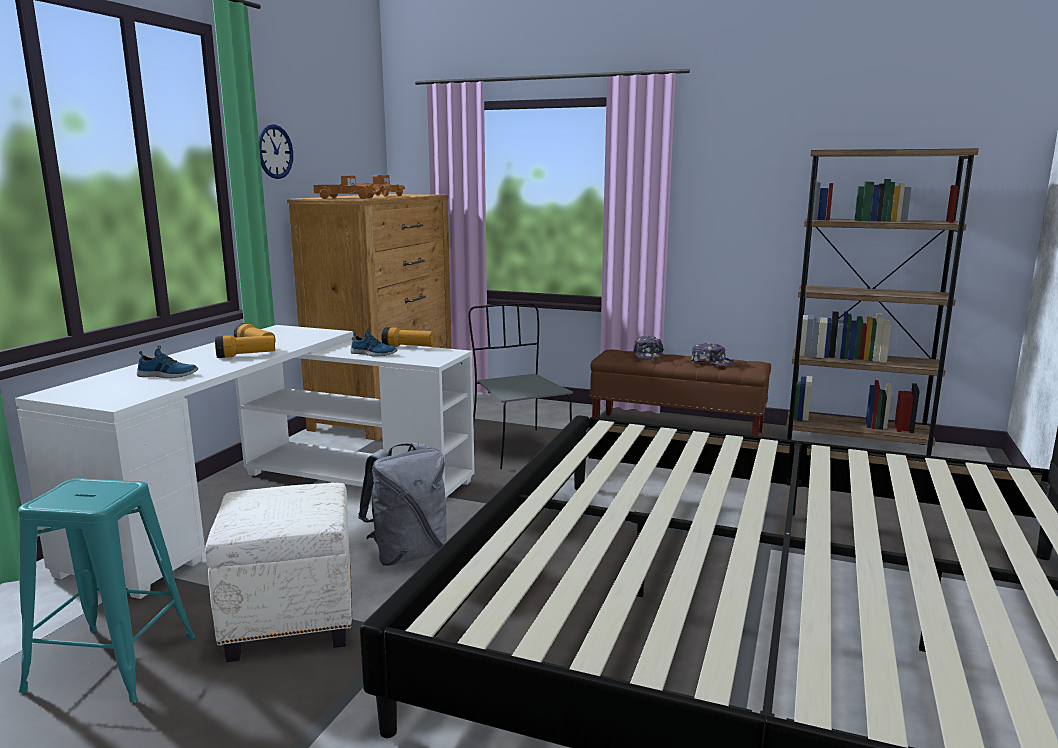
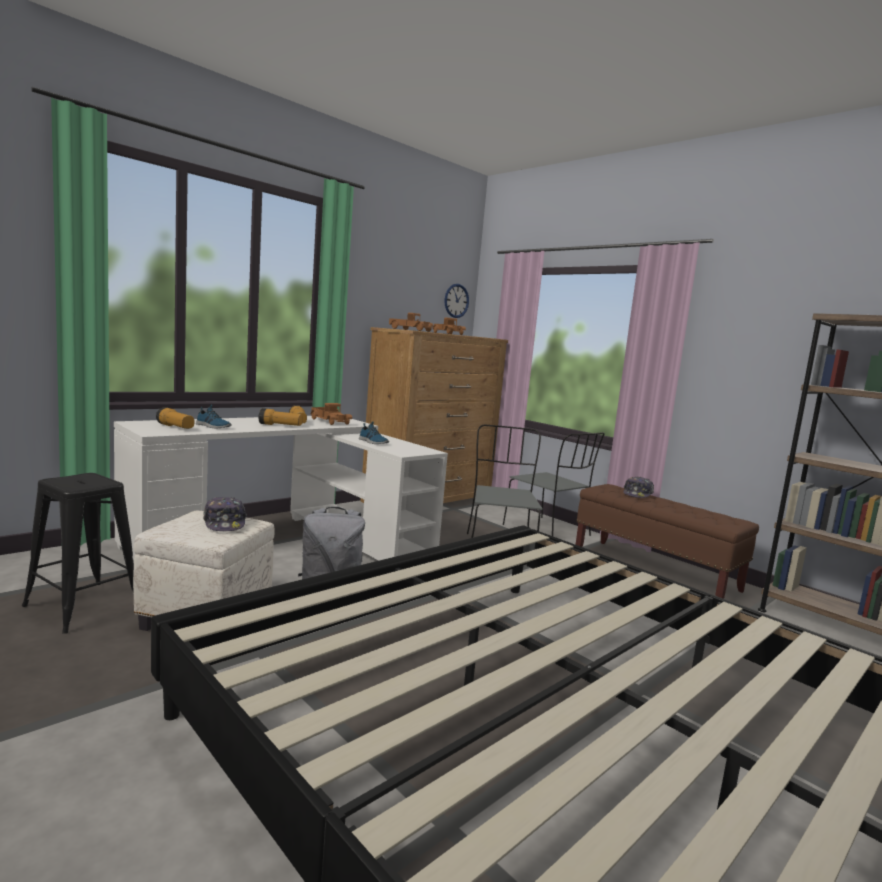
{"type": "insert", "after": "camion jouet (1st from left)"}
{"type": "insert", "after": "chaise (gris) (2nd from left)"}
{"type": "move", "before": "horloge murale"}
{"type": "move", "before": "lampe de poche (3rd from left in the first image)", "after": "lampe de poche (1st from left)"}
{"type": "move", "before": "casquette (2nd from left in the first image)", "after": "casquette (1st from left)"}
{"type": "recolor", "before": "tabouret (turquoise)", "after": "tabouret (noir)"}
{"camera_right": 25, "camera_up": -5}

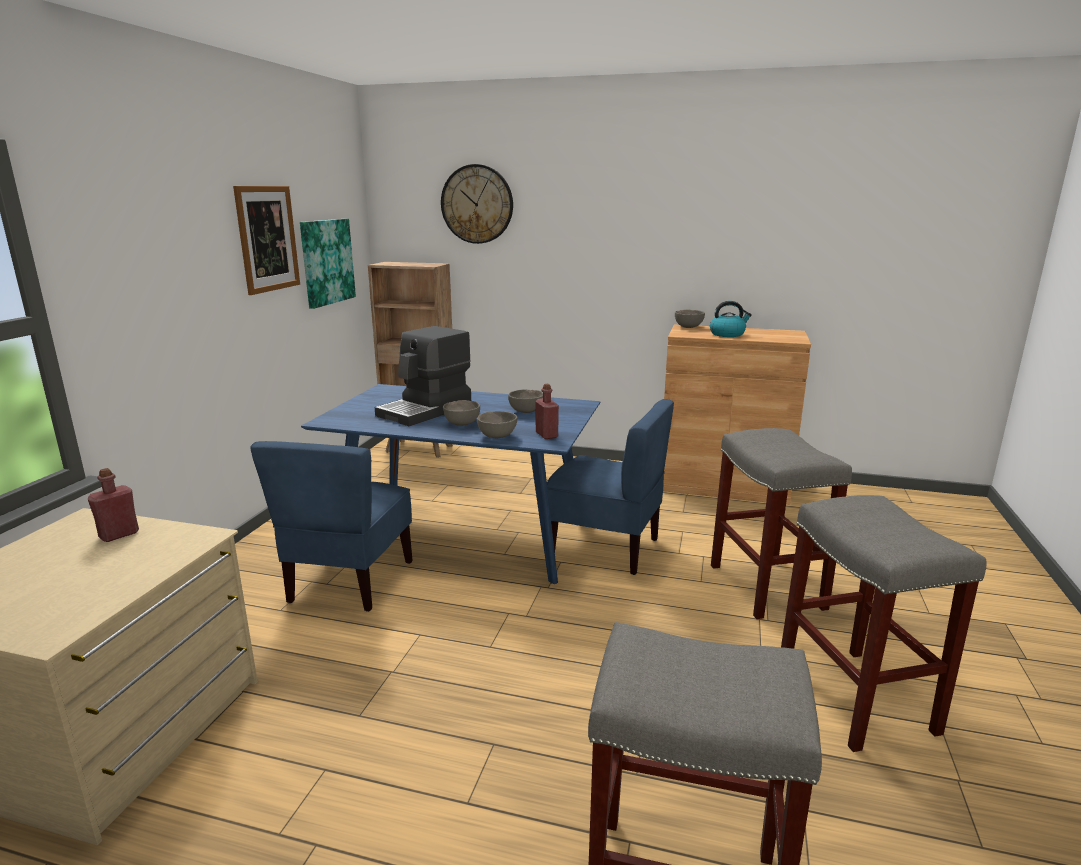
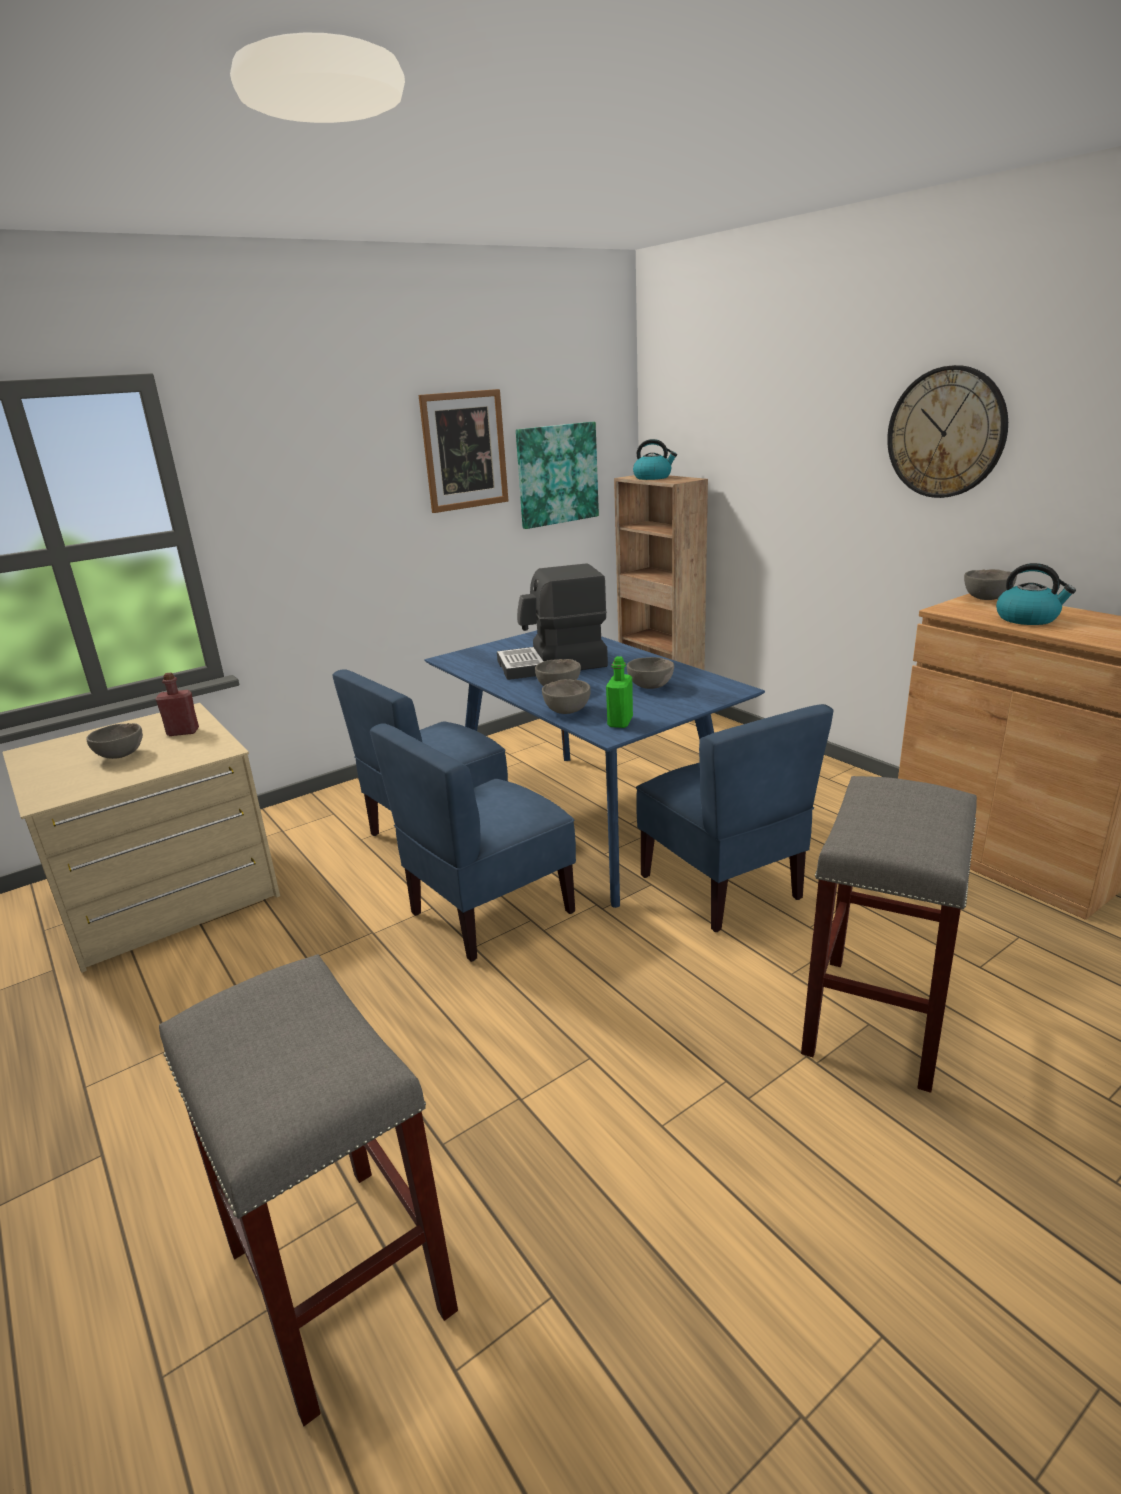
{"type": "delete", "before": "tabouret (gris) (3rd from left)"}
{"type": "insert", "after": "bol (gris) (1st from left)"}
{"type": "insert", "after": "chaise (bleu) (2nd from left)"}
{"type": "insert", "after": "bouilloire (1st from left)"}
{"type": "move", "before": "horloge murale"}
{"type": "recolor", "before": "bouteille (rouge) (2nd from left)", "after": "bouteille (vert)"}
{"camera_right": 40, "camera_up": 5}

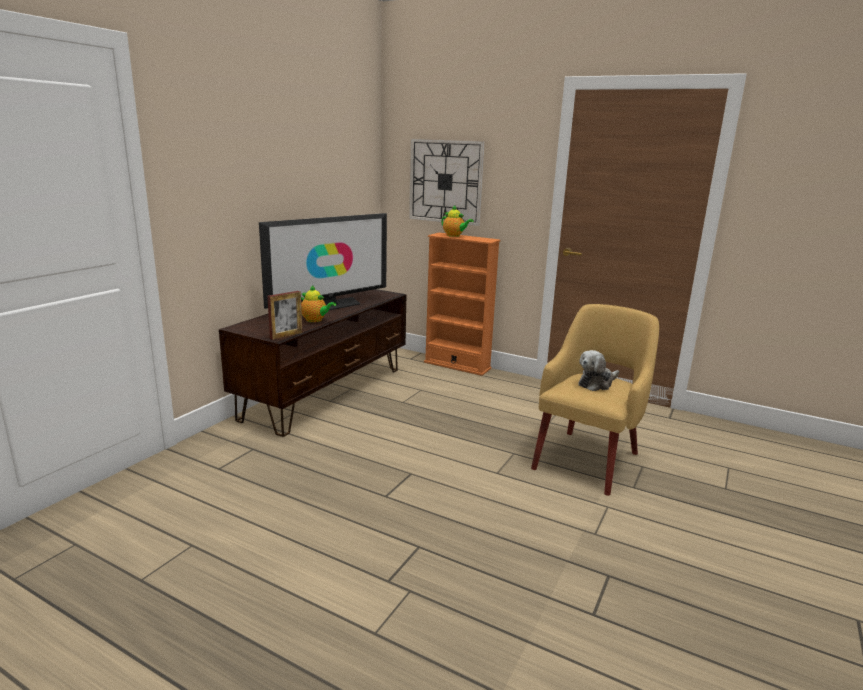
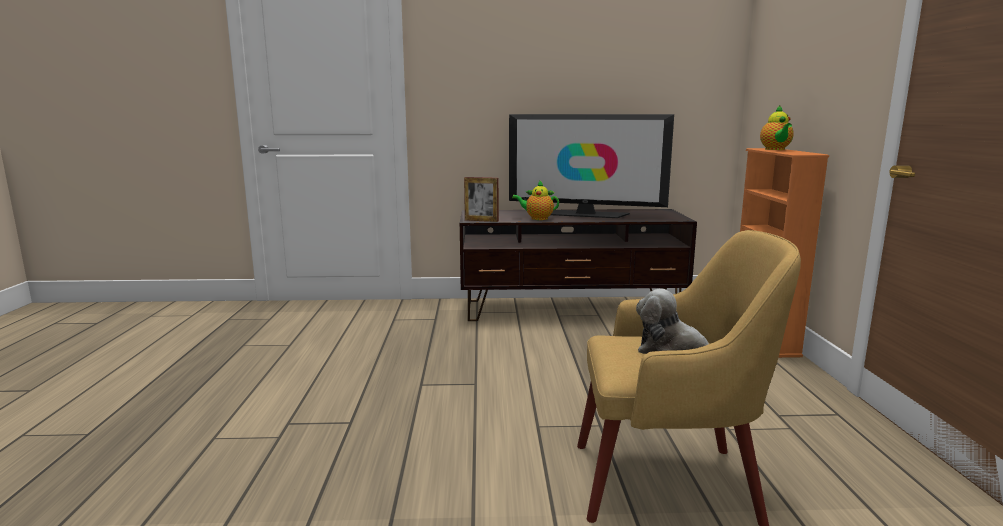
{"type": "delete", "before": "horloge murale"}
{"type": "rotate", "before": "théière (1st from left)", "turn": 105}
{"camera_right": 60, "camera_up": -5}

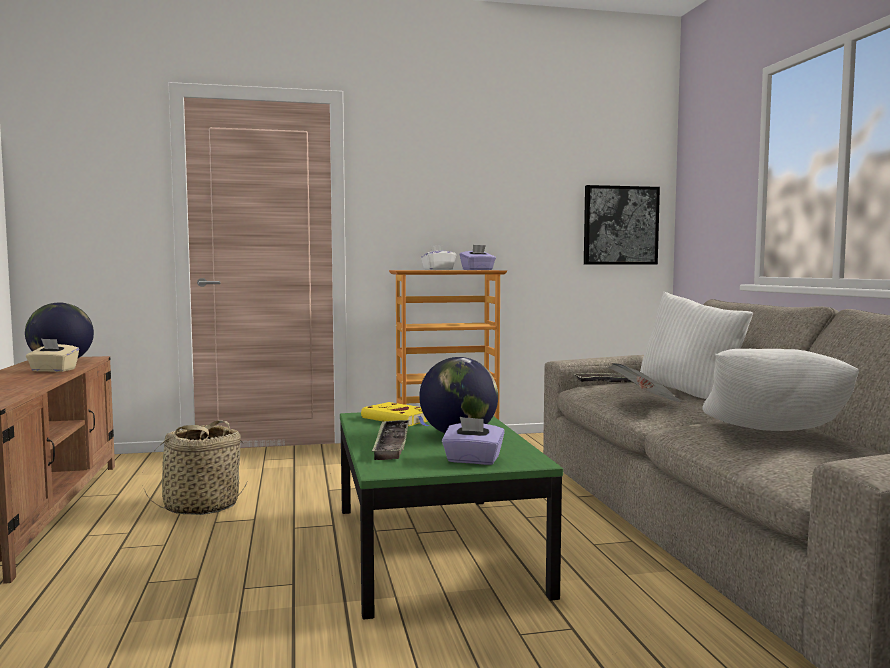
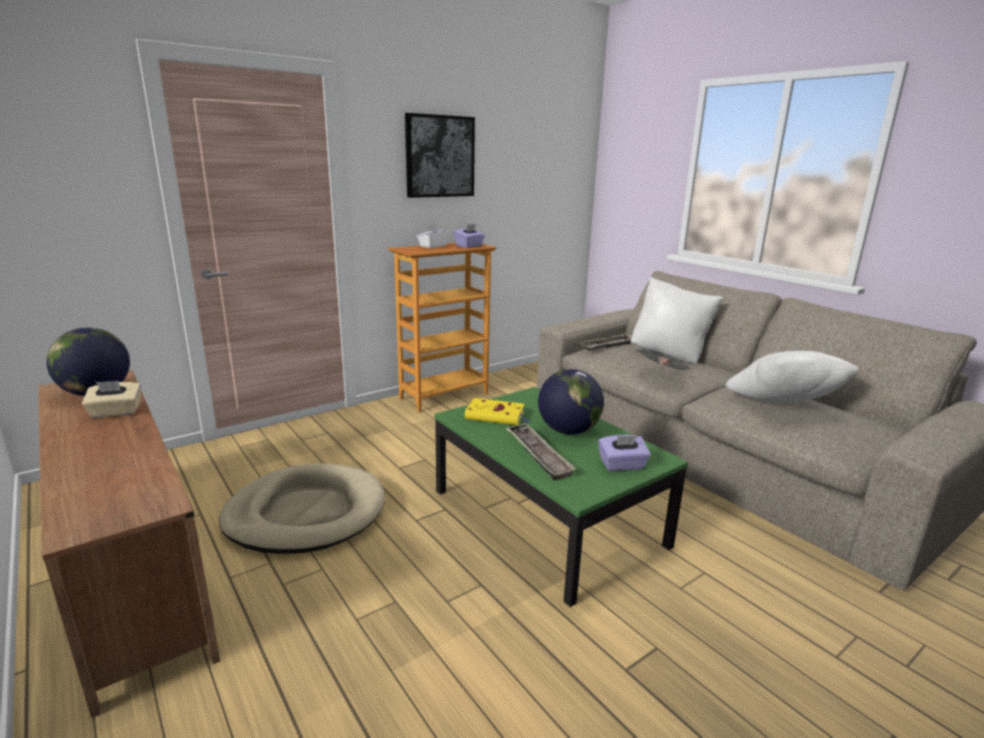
{"type": "move", "before": "tableau"}
{"type": "replace", "before": "panier", "after": "panier pour chien (beige)"}
{"camera_right": -25, "camera_up": 15}

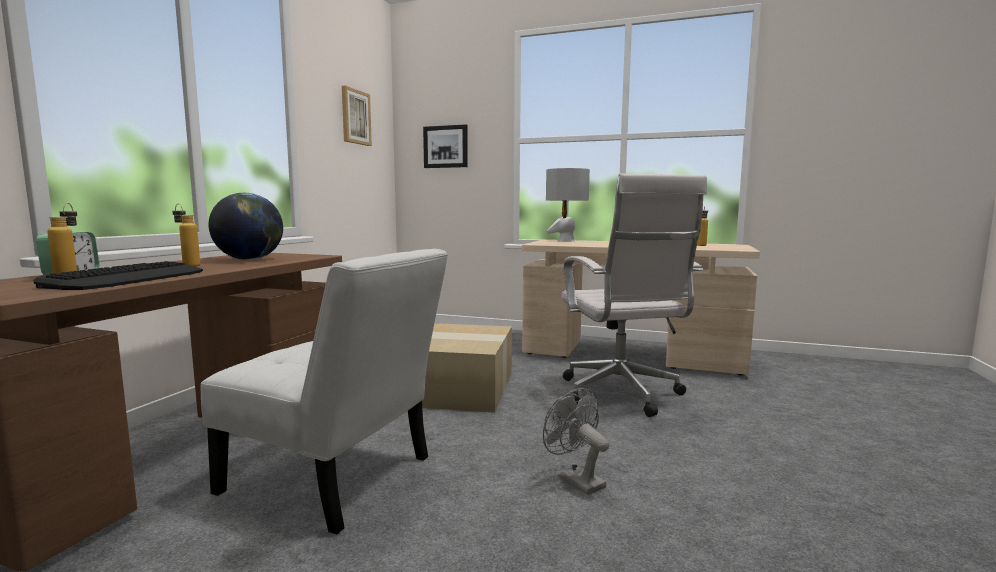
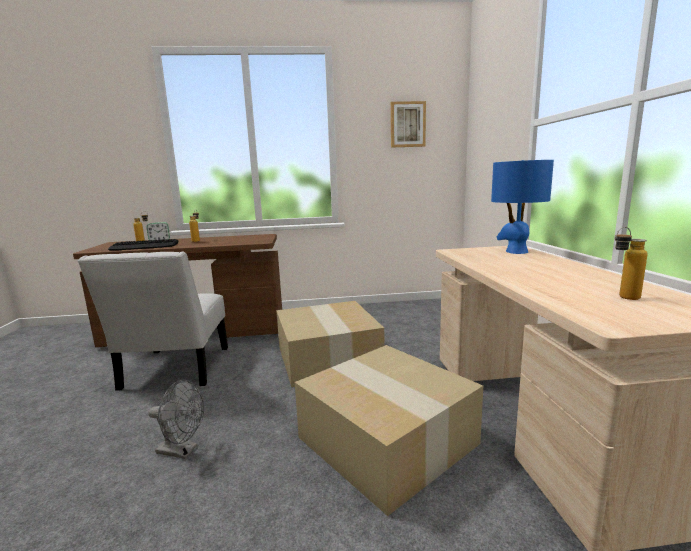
{"type": "delete", "before": "globe"}
{"type": "delete", "before": "tableau (2nd from left)"}
{"type": "replace", "before": "chaise de bureau (blanc)", "after": "carton (2nd from left)"}
{"type": "recolor", "before": "lampe de table (gris)", "after": "lampe de table (bleu)"}
{"type": "rotate", "before": "ventilateur (gris)", "turn": 75}
{"camera_right": 65, "camera_up": 5}

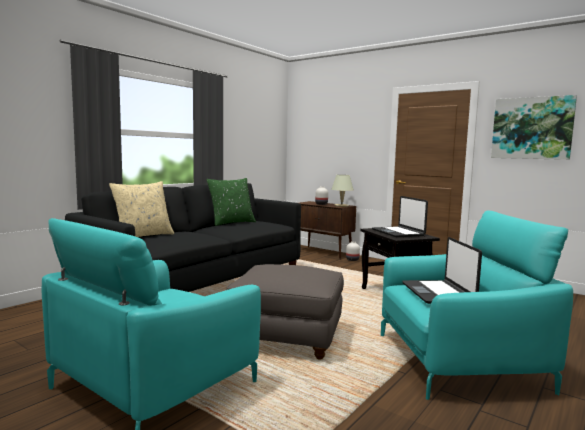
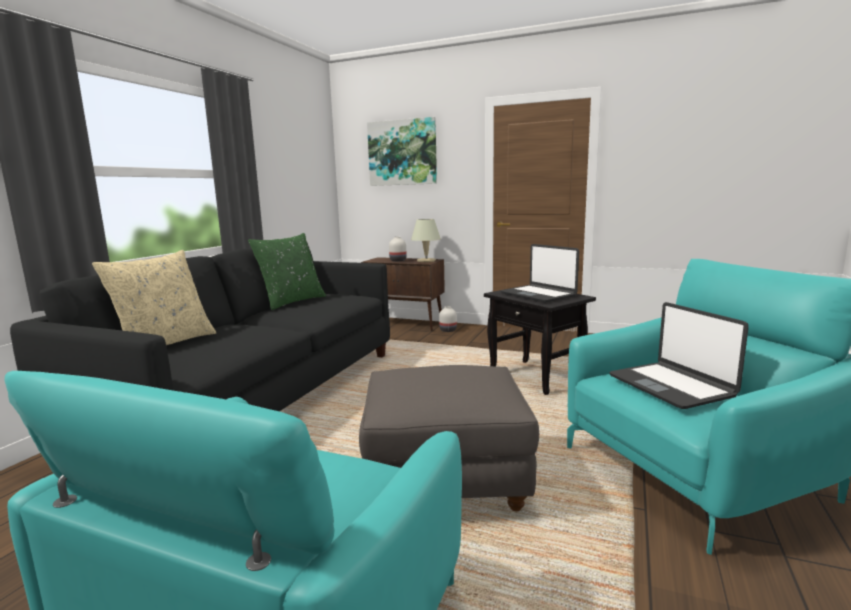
{"type": "move", "before": "tableau"}
{"camera_right": -15, "camera_up": 5}

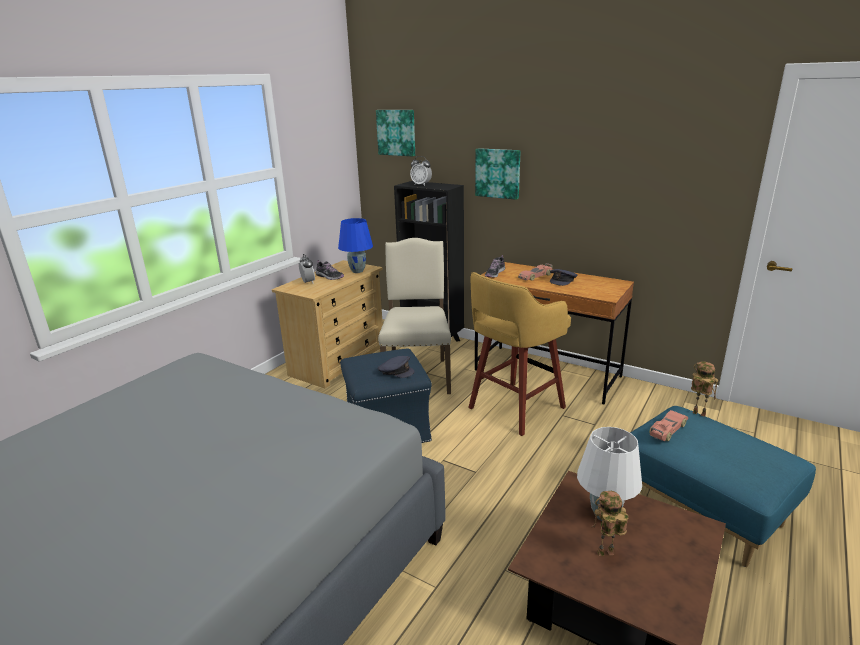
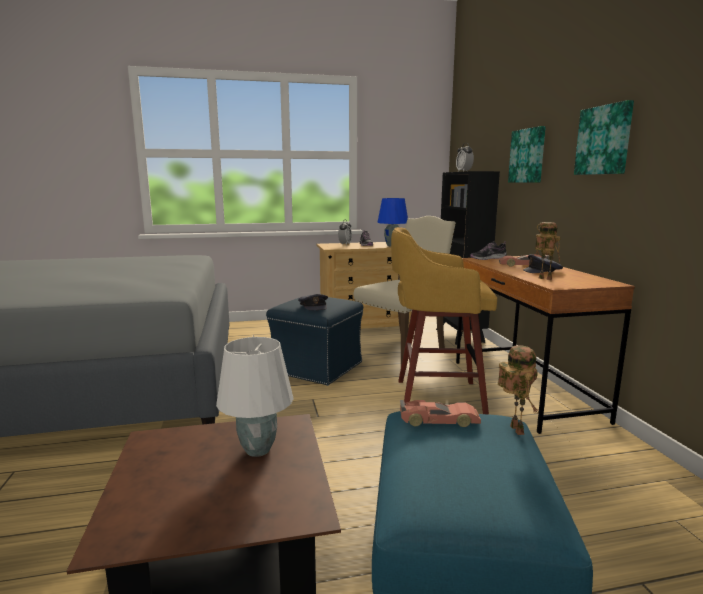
{"type": "move", "before": "tableau (1st from left in the first image)", "after": "tableau (2nd from left)"}
{"type": "move", "before": "robot jouet (1st from left in the first image)", "after": "robot jouet (2nd from left)"}
{"camera_right": 45, "camera_up": -10}

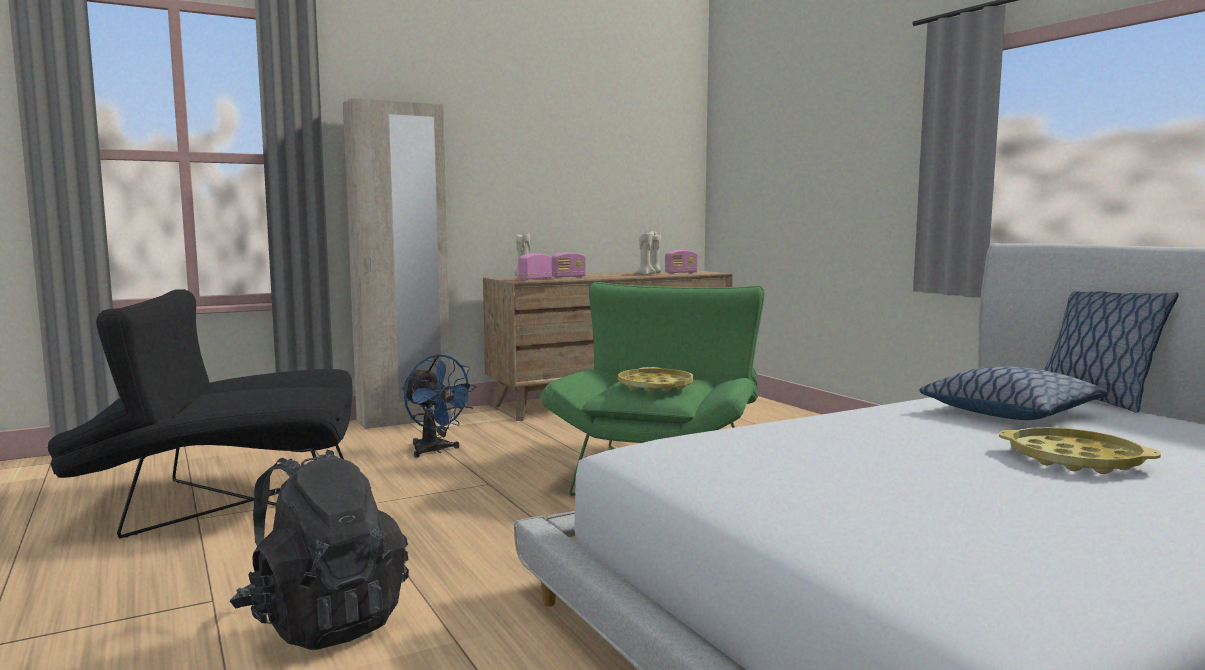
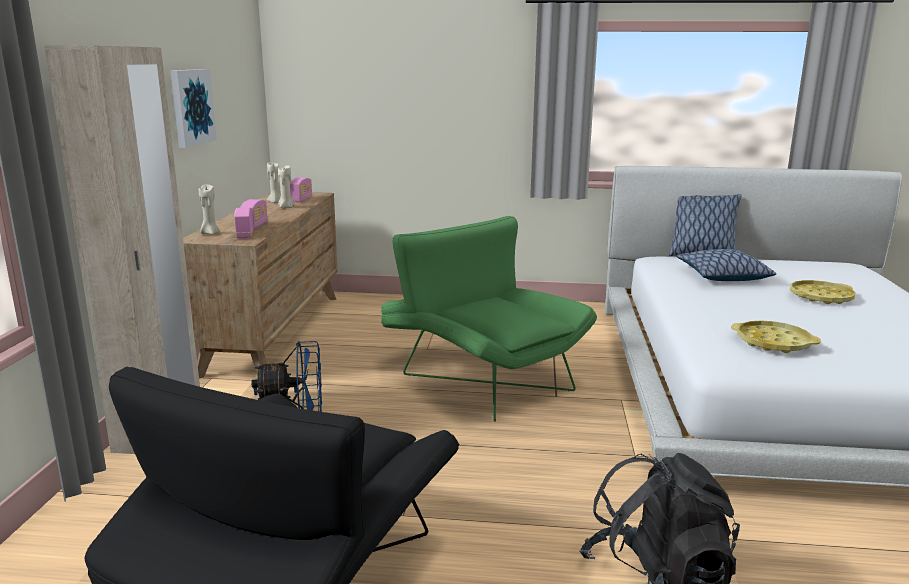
{"type": "insert", "after": "tableau"}
{"type": "move", "before": "plateau (jaune) (1st from left)"}
{"camera_right": -55, "camera_up": 10}

